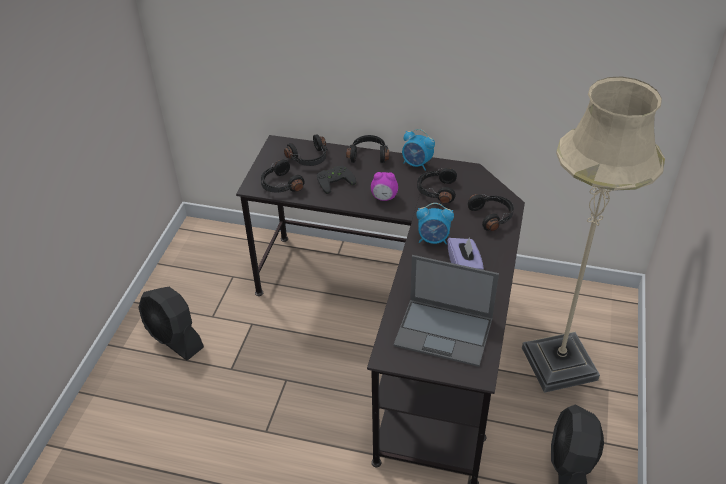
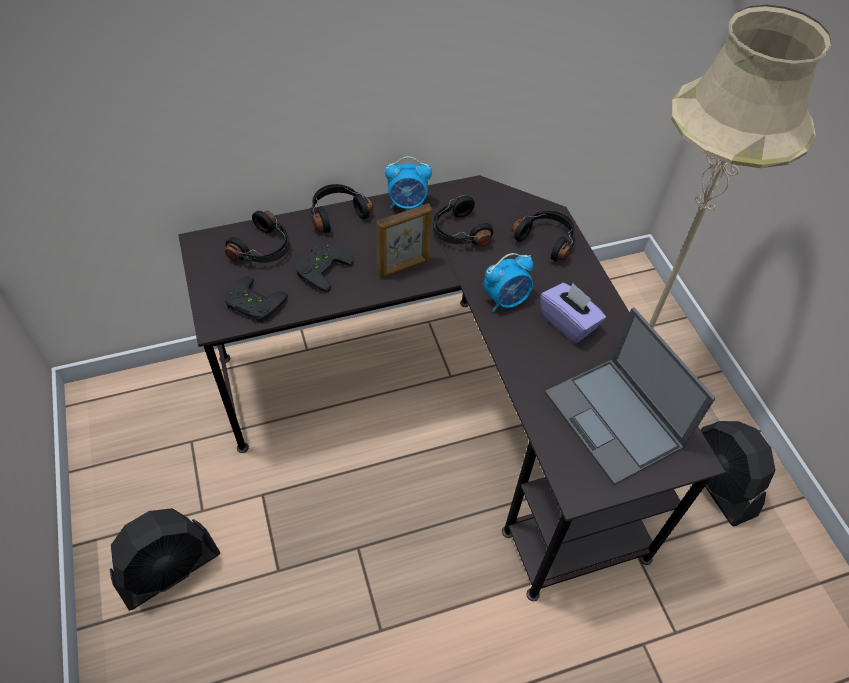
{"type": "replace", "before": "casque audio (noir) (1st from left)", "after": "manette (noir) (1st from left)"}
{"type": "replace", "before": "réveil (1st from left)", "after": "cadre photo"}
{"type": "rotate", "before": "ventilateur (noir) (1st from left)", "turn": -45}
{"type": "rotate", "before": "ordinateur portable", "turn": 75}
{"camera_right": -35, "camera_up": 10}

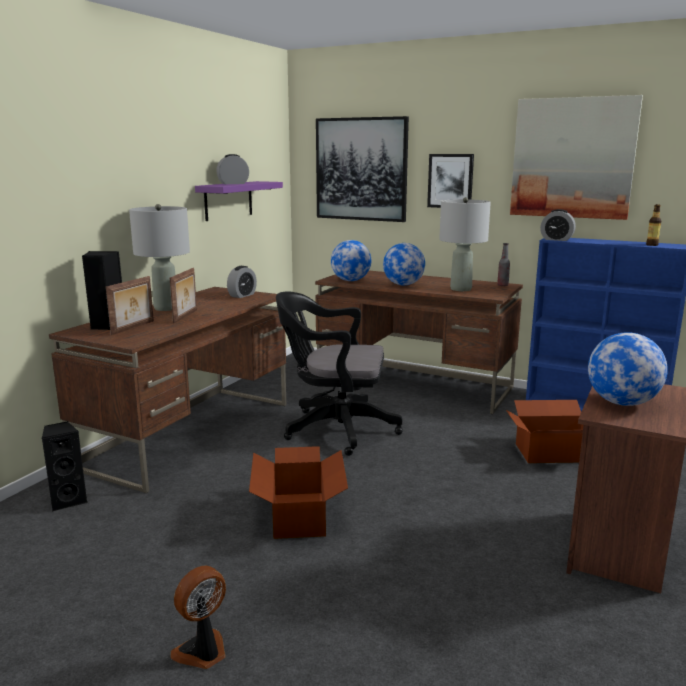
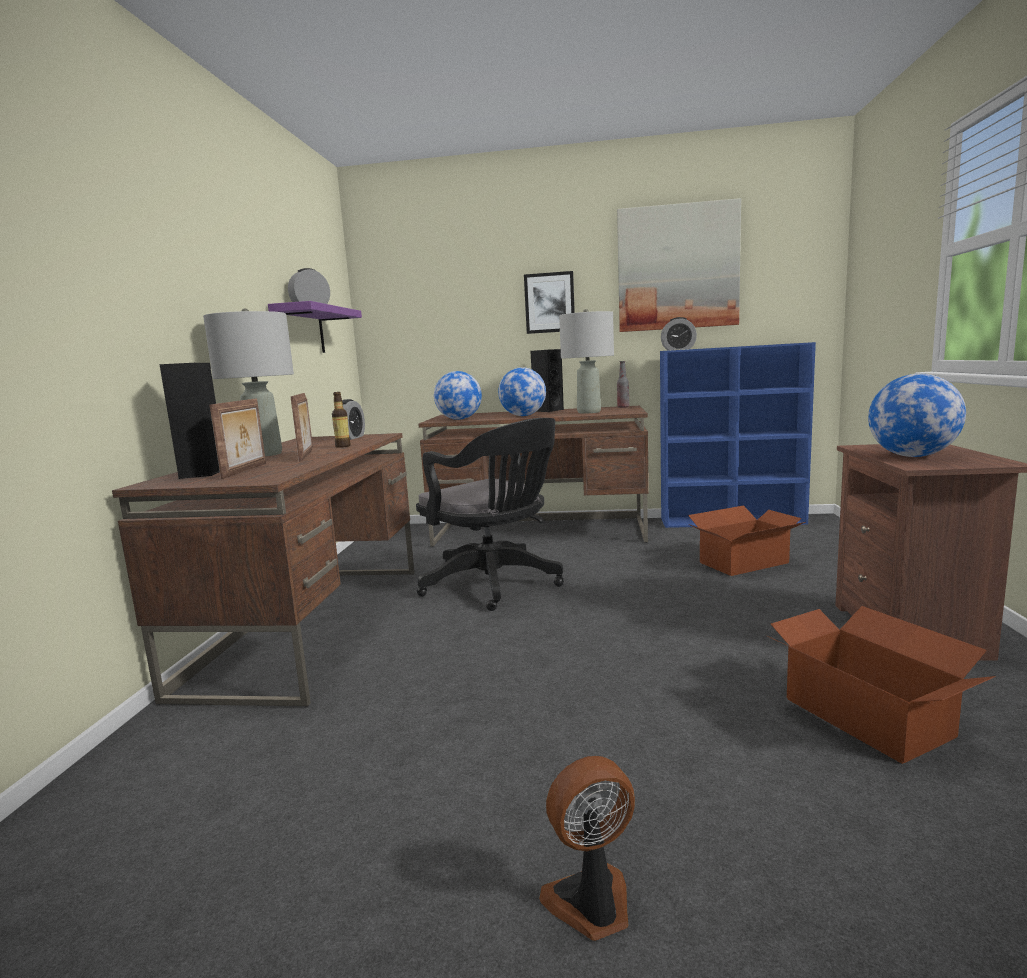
{"type": "delete", "before": "tableau (1st from left)"}
{"type": "move", "before": "enceinte (noir) (1st from left in the first image)", "after": "enceinte (noir) (2nd from left)"}
{"type": "move", "before": "carton (1st from left in the first image)", "after": "carton (2nd from left)"}
{"type": "move", "before": "bouteille (2nd from left in the first image)", "after": "bouteille (1st from left)"}
{"type": "rotate", "before": "ventilateur", "turn": 45}
{"type": "rotate", "before": "chaise de bureau (noir)", "turn": -120}
{"camera_right": -20, "camera_up": -5}

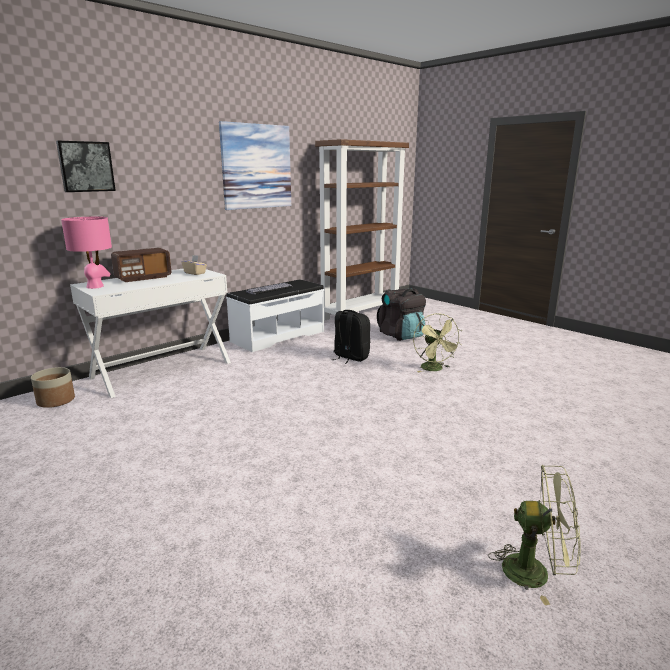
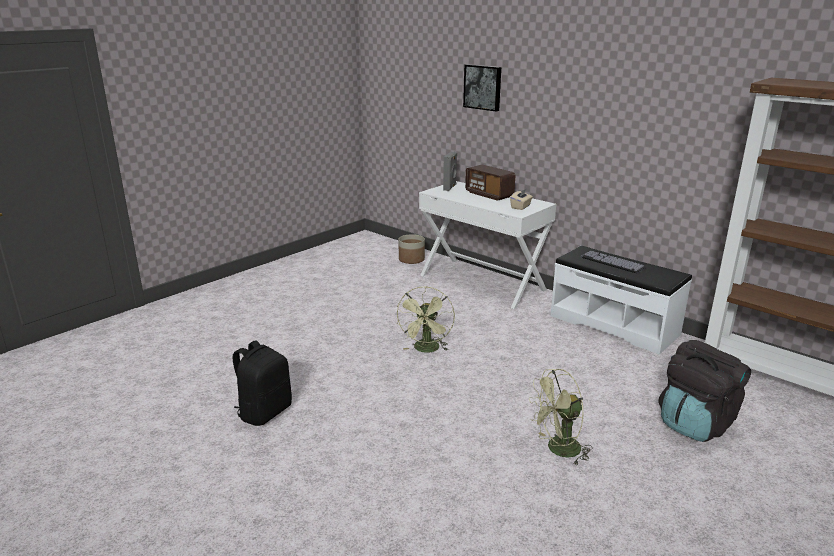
{"type": "delete", "before": "tableau (2nd from left)"}
{"type": "move", "before": "sac à dos (noir) (1st from left)"}
{"type": "move", "before": "ventilateur (vert) (2nd from left in the first image)", "after": "ventilateur (vert) (1st from left)"}
{"type": "replace", "before": "lampe de table (rose)", "after": "enceinte (gris)"}
{"camera_right": 85, "camera_up": 5}

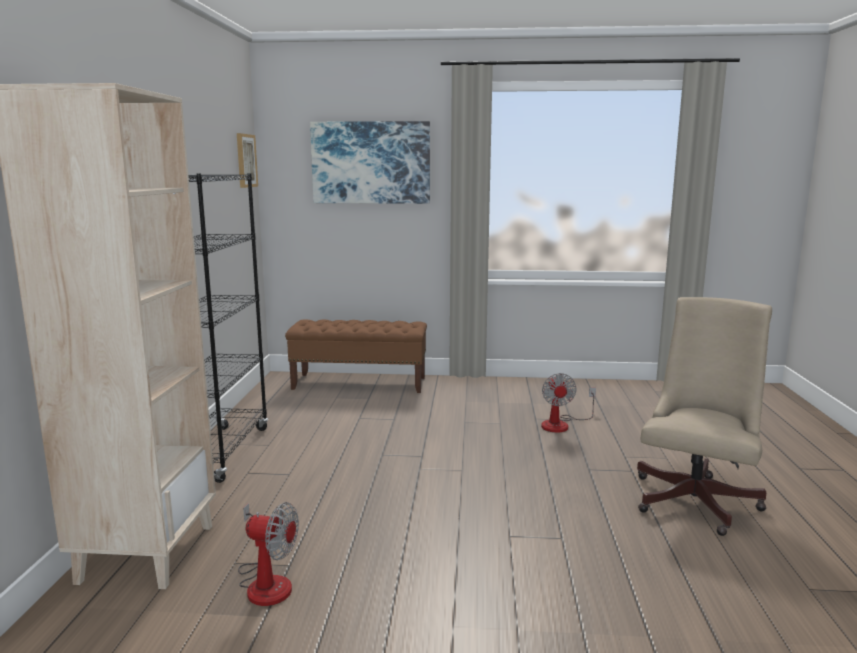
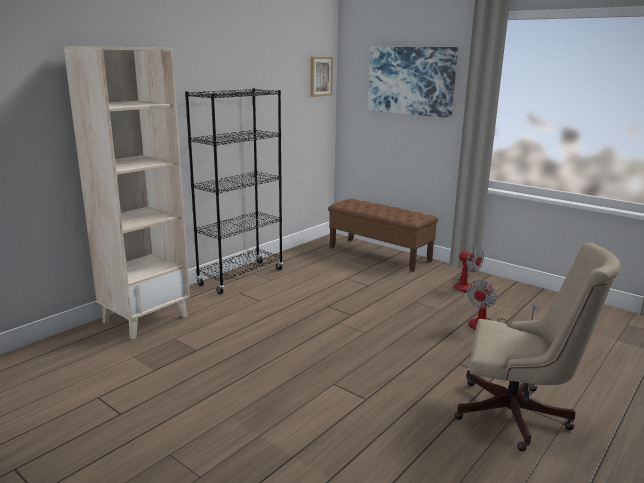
{"type": "move", "before": "ventilateur (1st from left)"}
{"type": "rotate", "before": "chaise de bureau (beige)", "turn": 45}
{"camera_right": 35, "camera_up": 5}

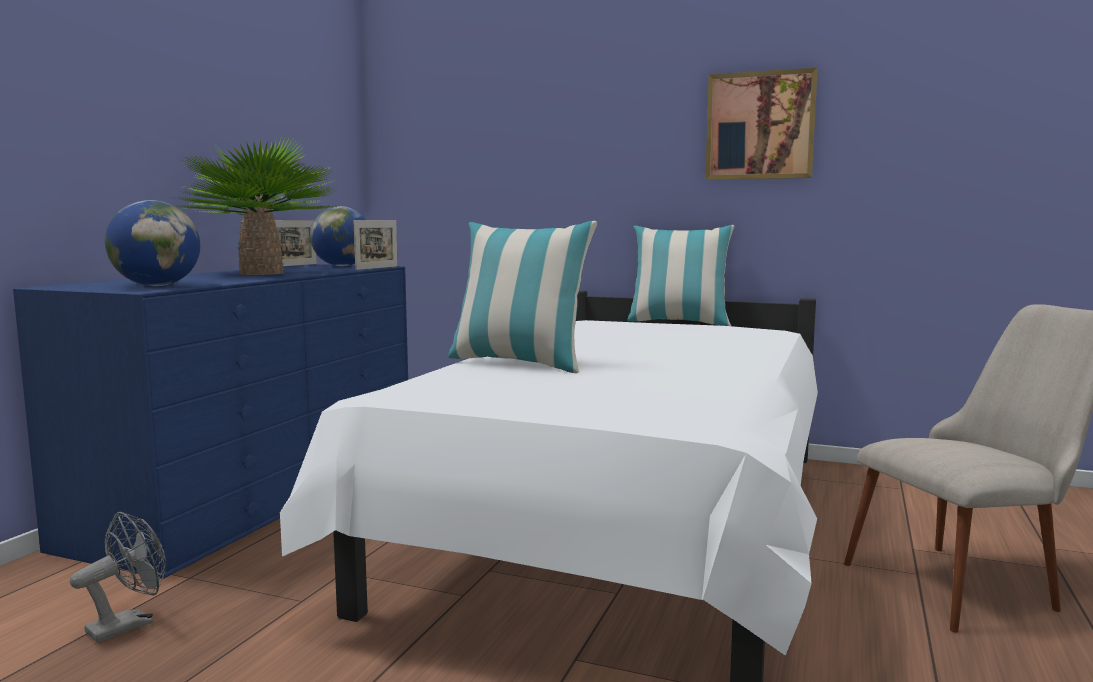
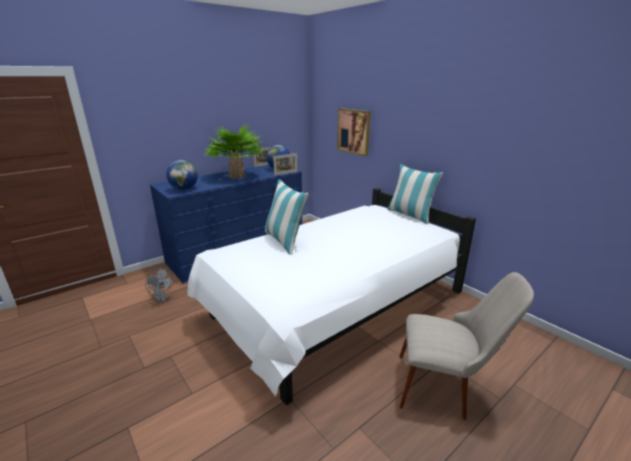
{"type": "move", "before": "tableau"}
{"type": "rotate", "before": "ventilateur (gris)", "turn": 60}
{"camera_right": 30, "camera_up": 15}

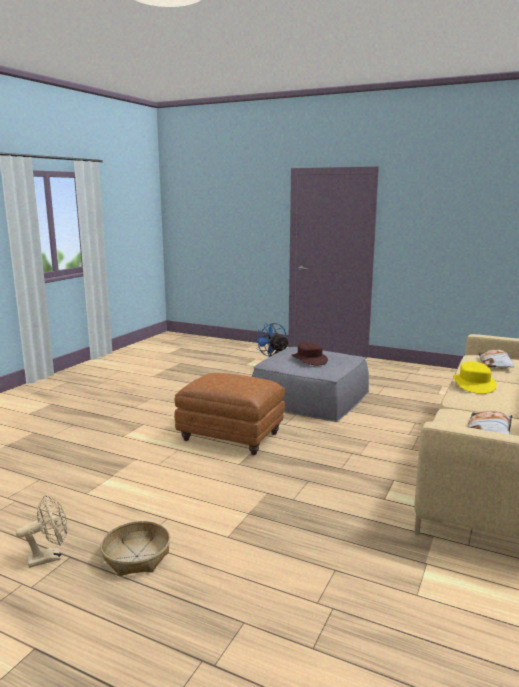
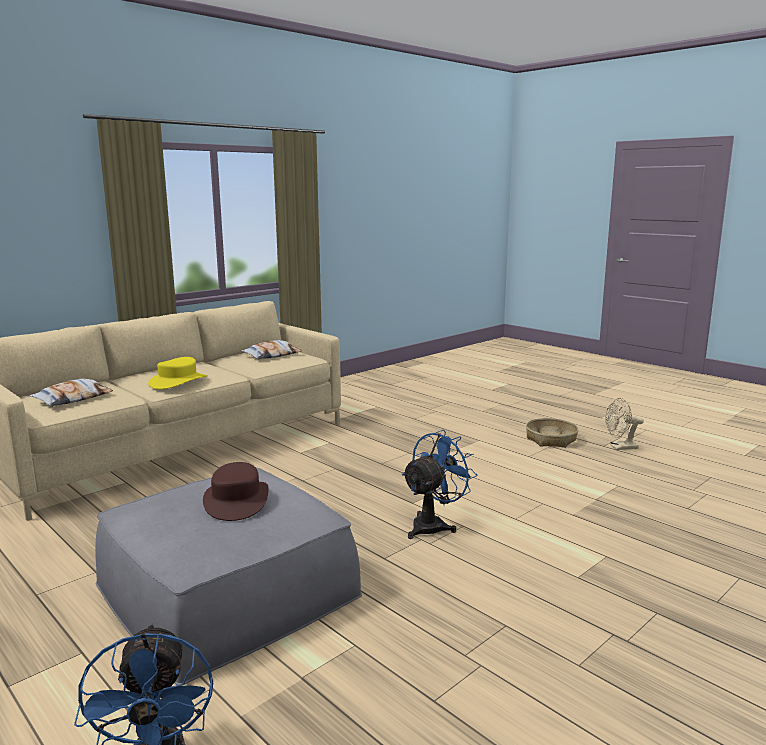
{"type": "replace", "before": "pouf (marron)", "after": "ventilateur (bleu) (2nd from left)"}
{"camera_right": -160, "camera_up": 0}

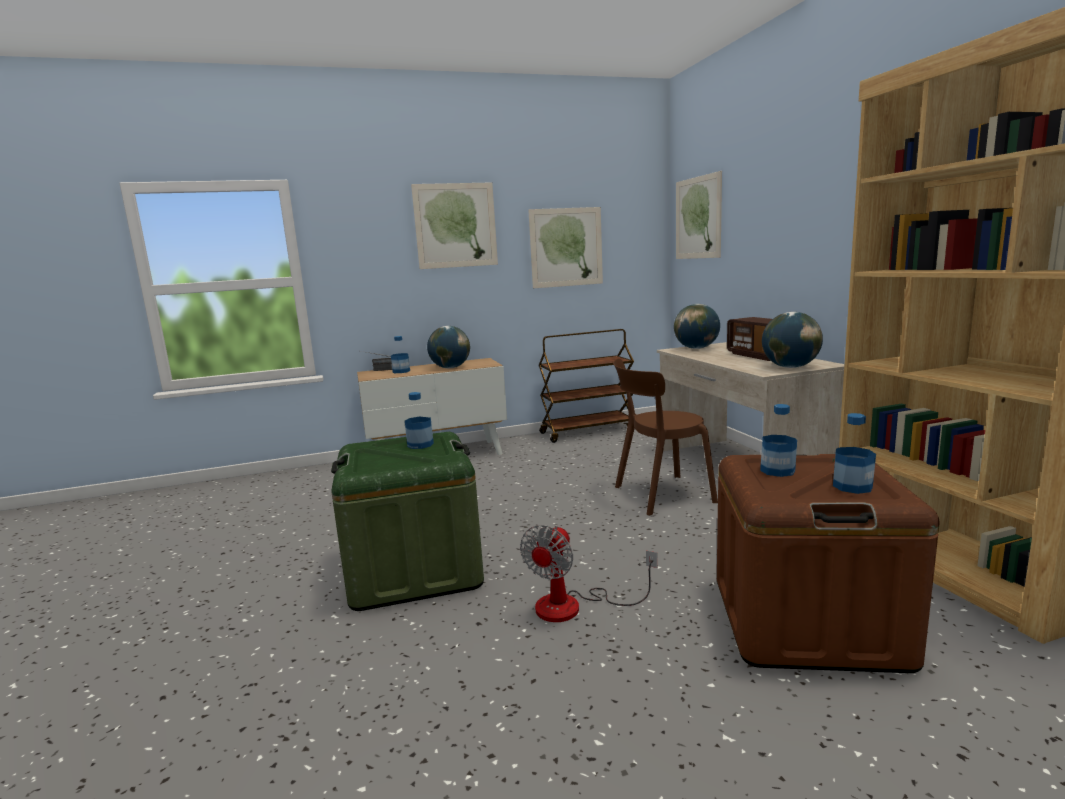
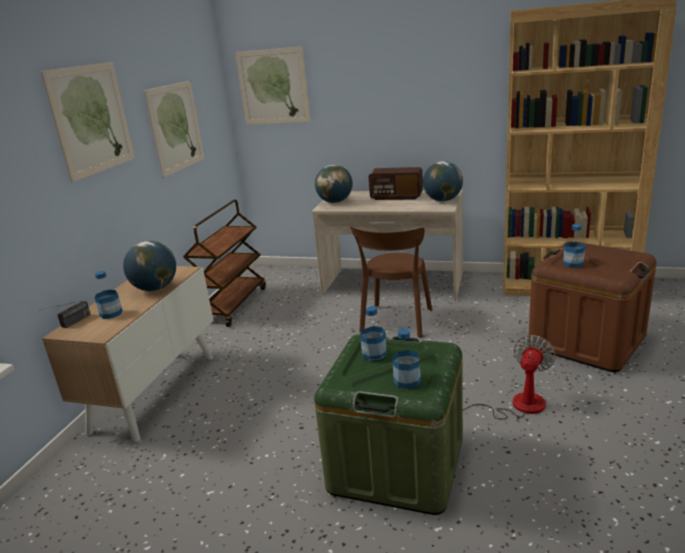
{"type": "move", "before": "bouteille (4th from left in the first image)", "after": "bouteille (3rd from left)"}
{"type": "rotate", "before": "ventilateur", "turn": -120}
{"camera_right": -55, "camera_up": 10}

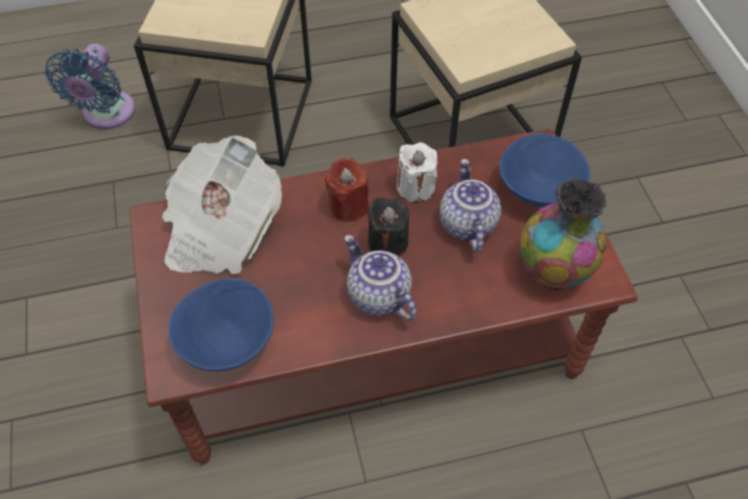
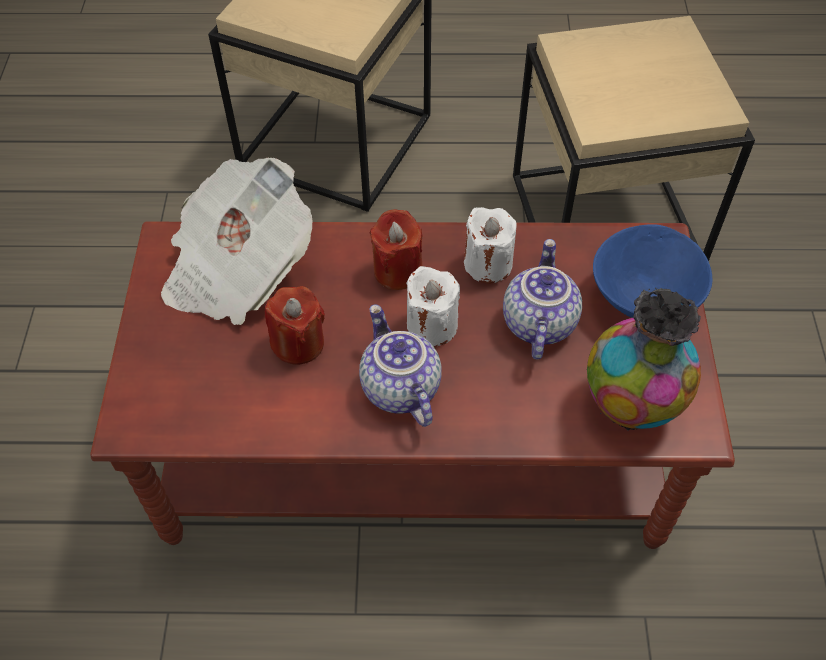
{"type": "delete", "before": "ventilateur (bleu)"}
{"type": "delete", "before": "bol (bleu) (1st from left)"}
{"type": "insert", "after": "bougie (rouge) (1st from left)"}
{"type": "recolor", "before": "bougie (noir)", "after": "bougie (blanc) (1st from left)"}
{"camera_right": 15, "camera_up": 0}

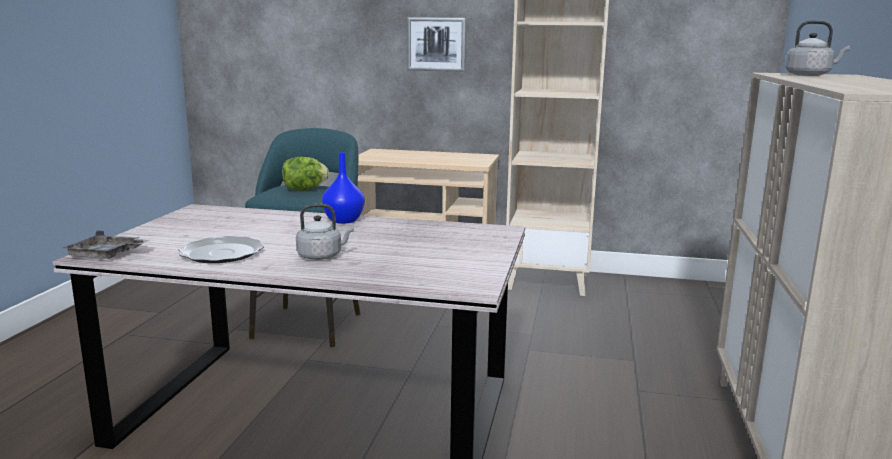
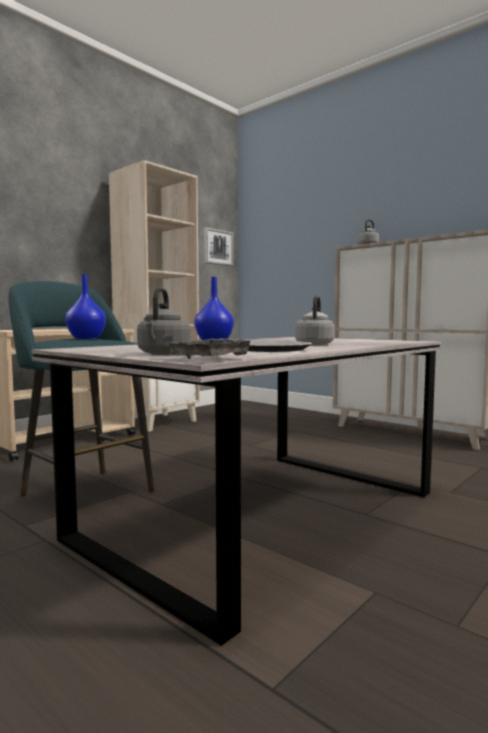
{"type": "insert", "after": "bouilloire (gris) (1st from left)"}
{"type": "move", "before": "tableau"}
{"type": "replace", "before": "laitue", "after": "vase (bleu) (1st from left)"}
{"camera_right": -60, "camera_up": -10}

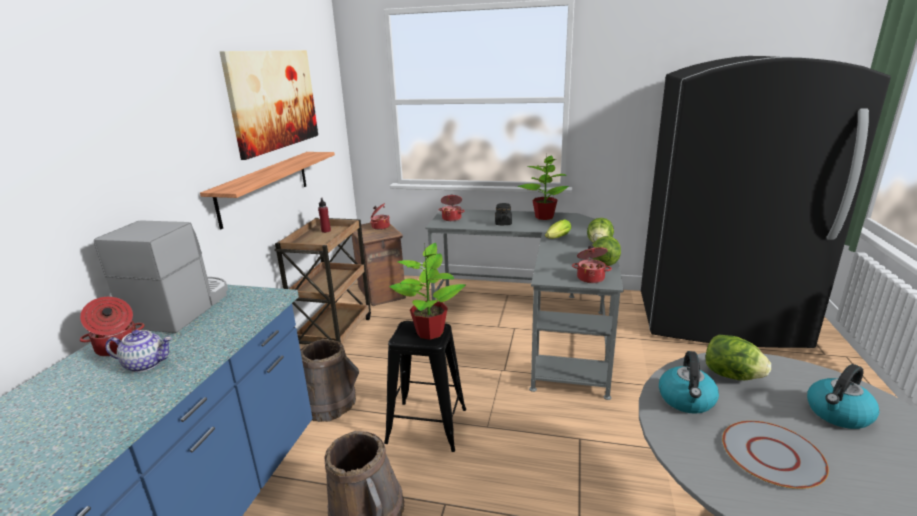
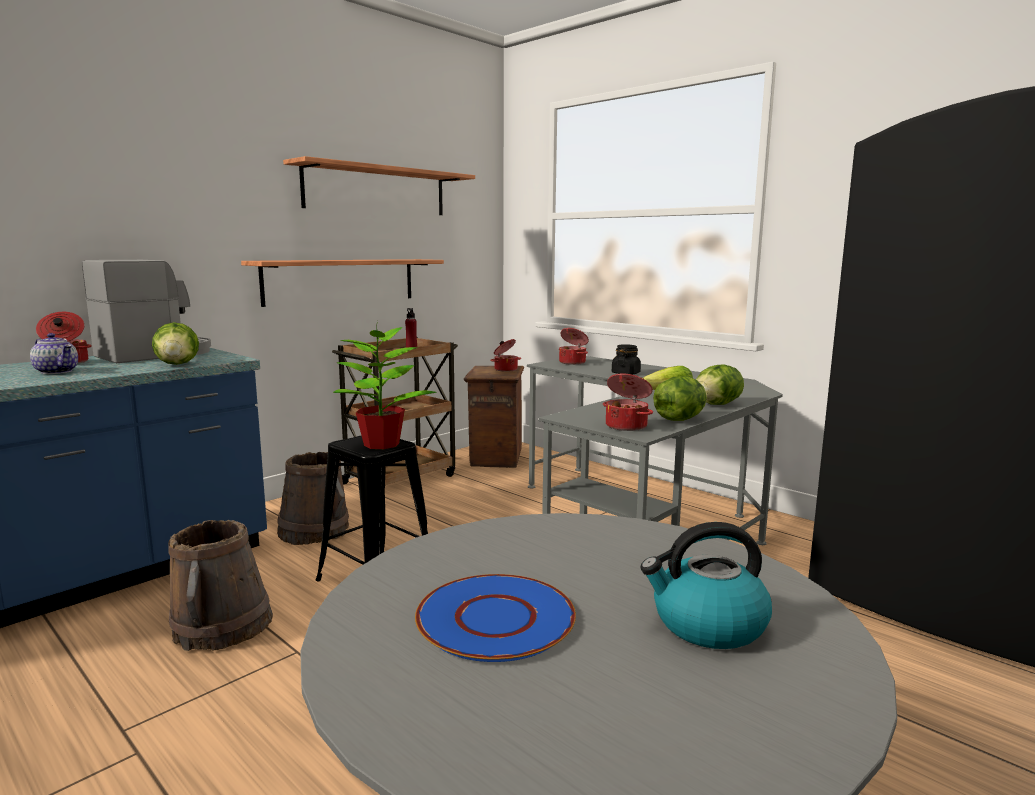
{"type": "delete", "before": "plante en pot (2nd from left)"}
{"type": "delete", "before": "bouilloire (1st from left)"}
{"type": "move", "before": "laitue (4th from left in the first image)", "after": "laitue (1st from left)"}
{"type": "replace", "before": "tableau", "after": "étagère (2nd from left)"}
{"type": "recolor", "before": "assiette (gris)", "after": "assiette (bleu)"}
{"camera_right": 30, "camera_up": -10}

